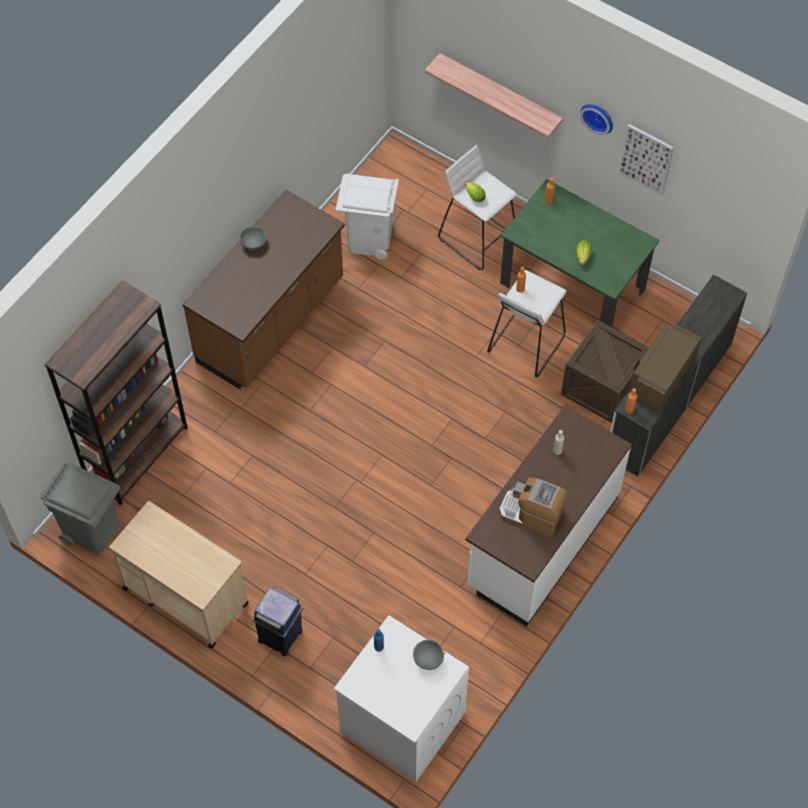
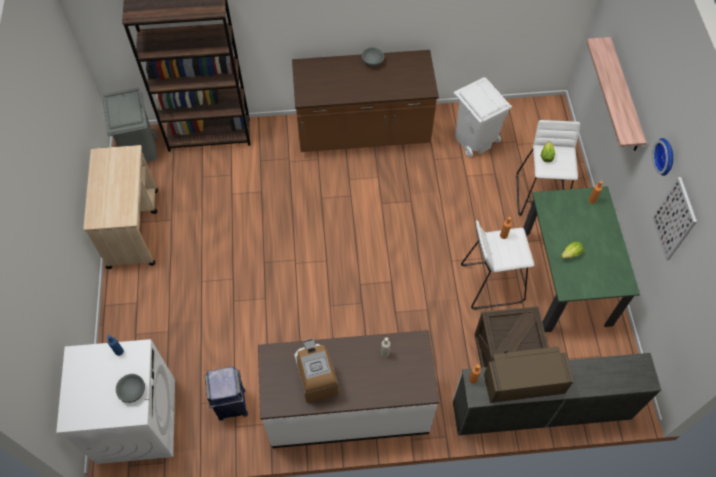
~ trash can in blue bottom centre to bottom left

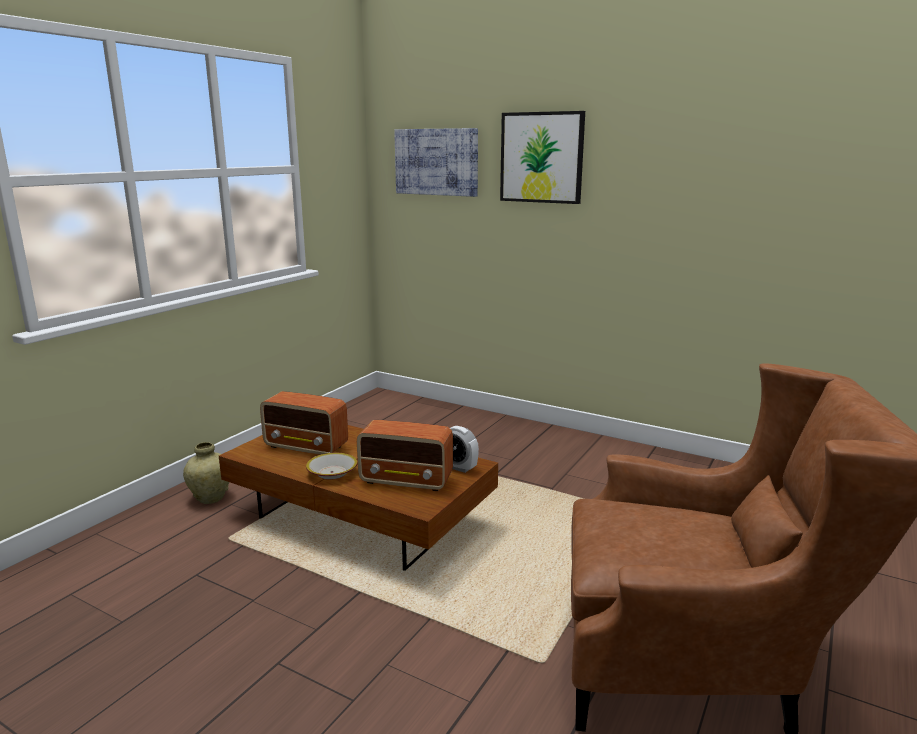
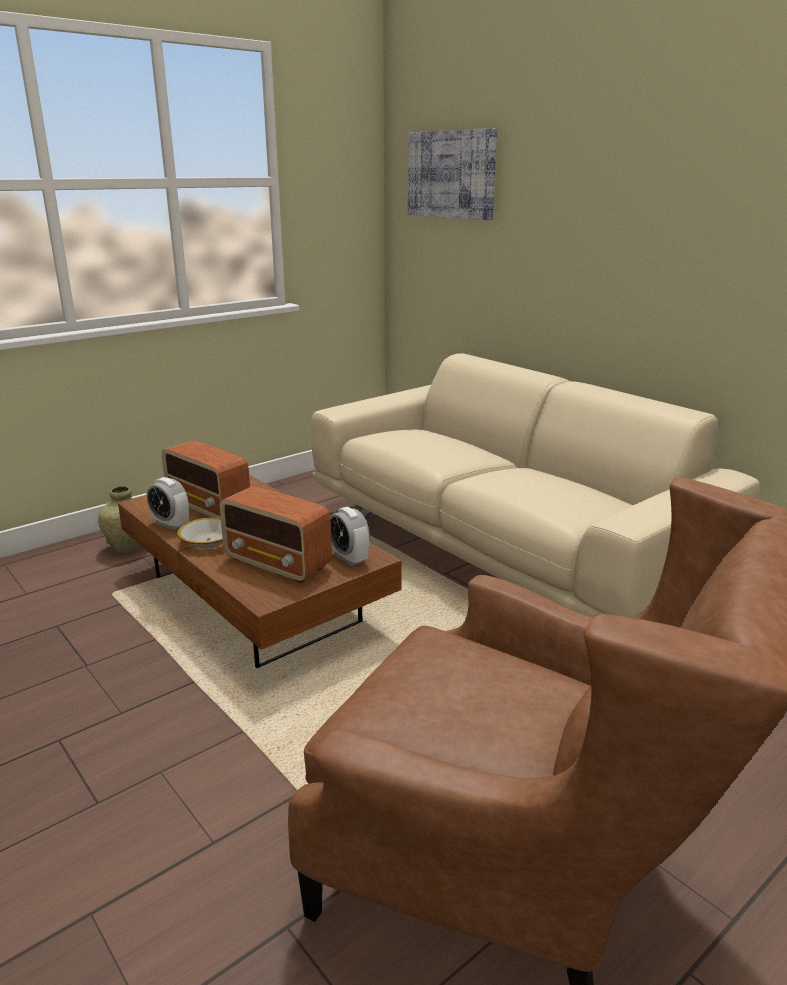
+ alarm clock (1st from left) middle left
+ sofa in beige middle right
- picture (2nd from left) top centre

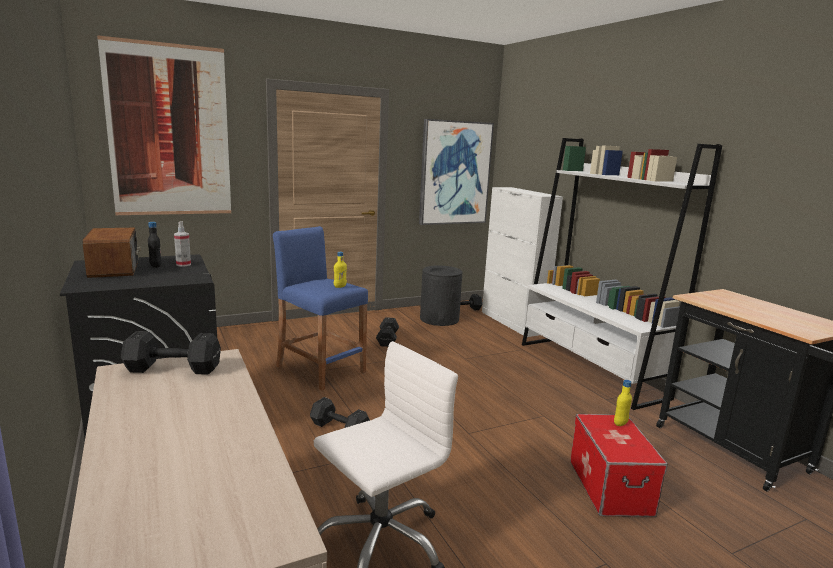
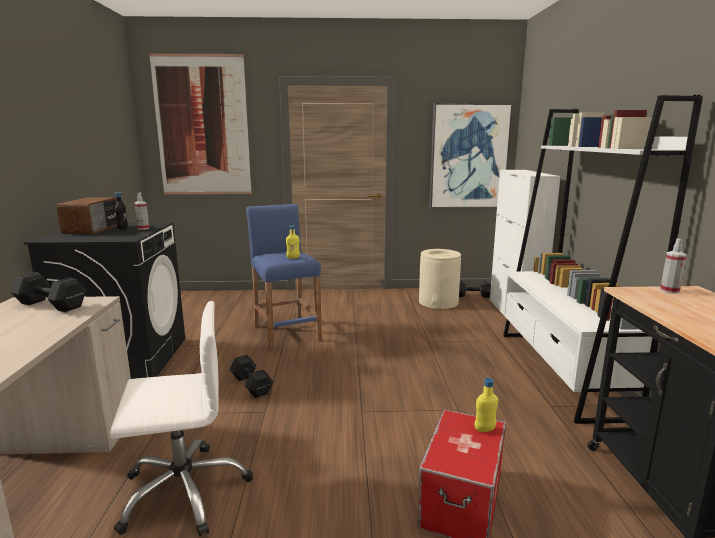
~ trash can in black centre to trash can in beige centre
+ spray bottle (2nd from left) middle right
- dumbbell in black (3rd from left) centre

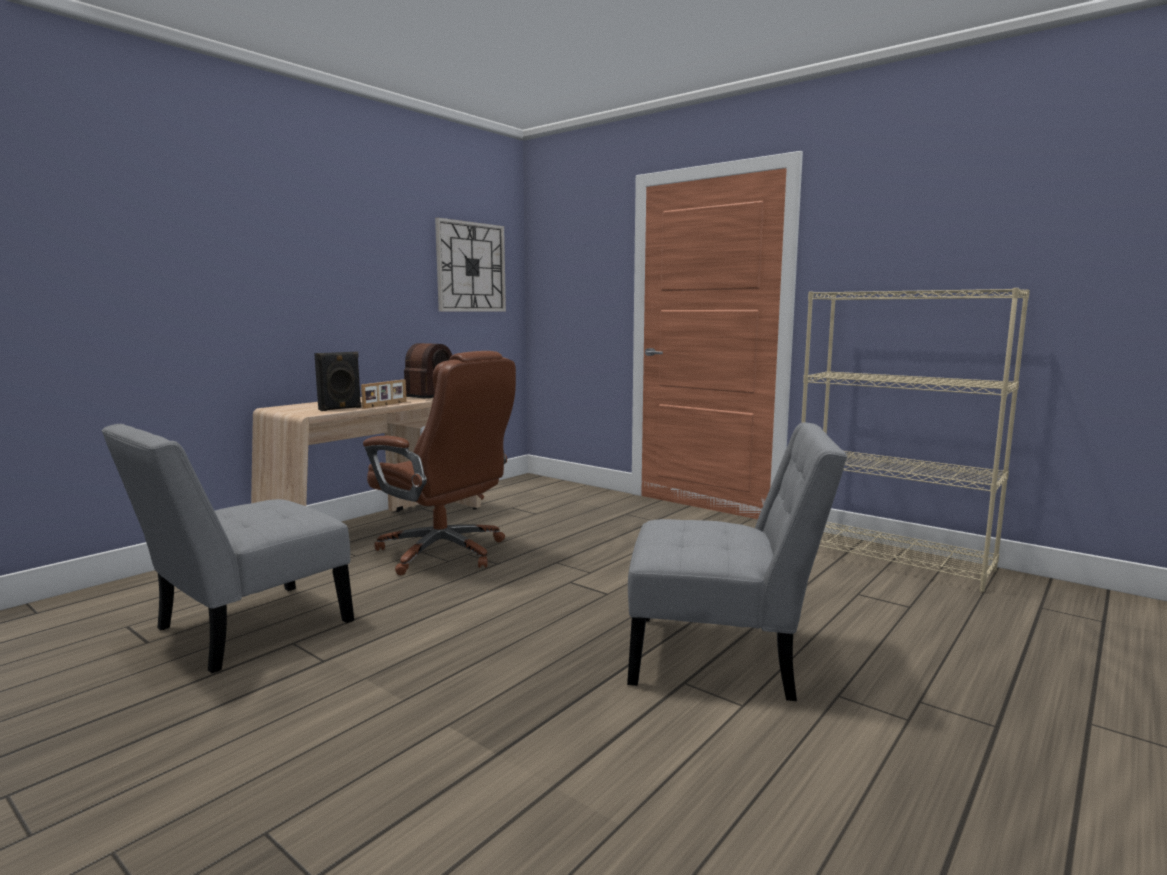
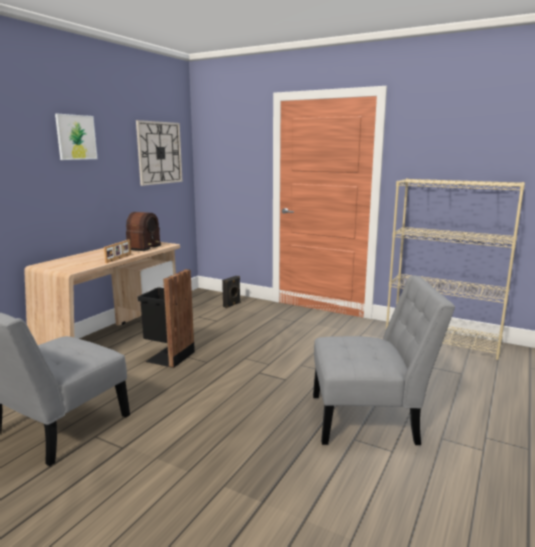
+ picture top left
~ office chair in brown centre to trash can in black middle left
~ speaker in black middle left to centre

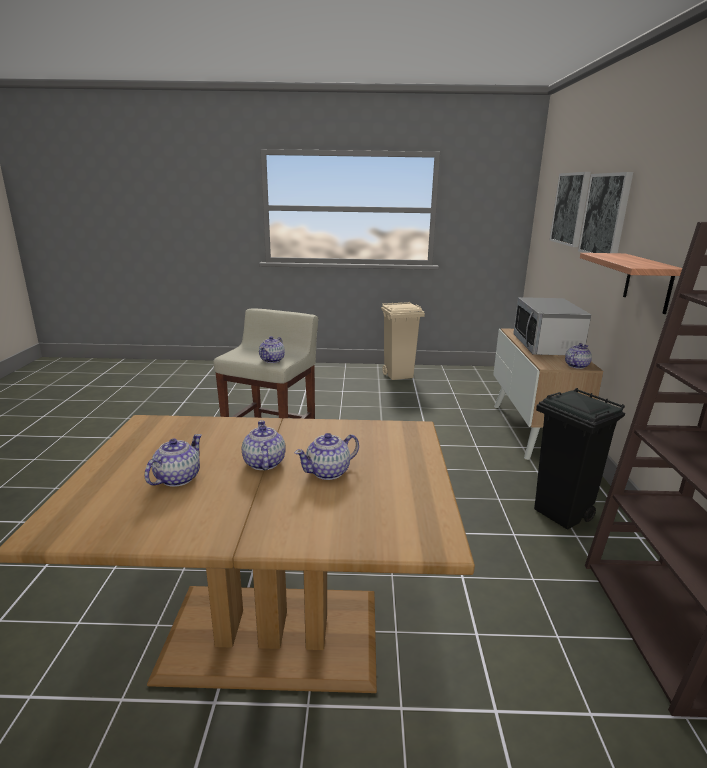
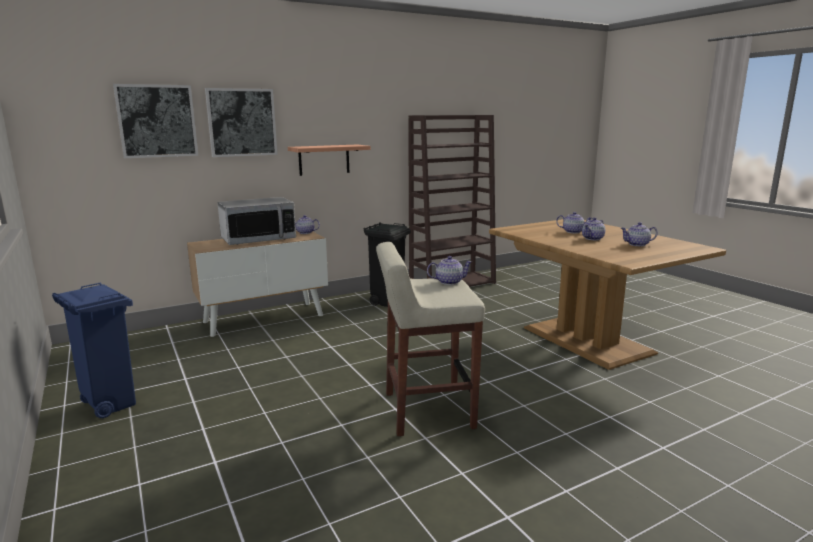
~ trash can in beige centre to trash can in blue middle left

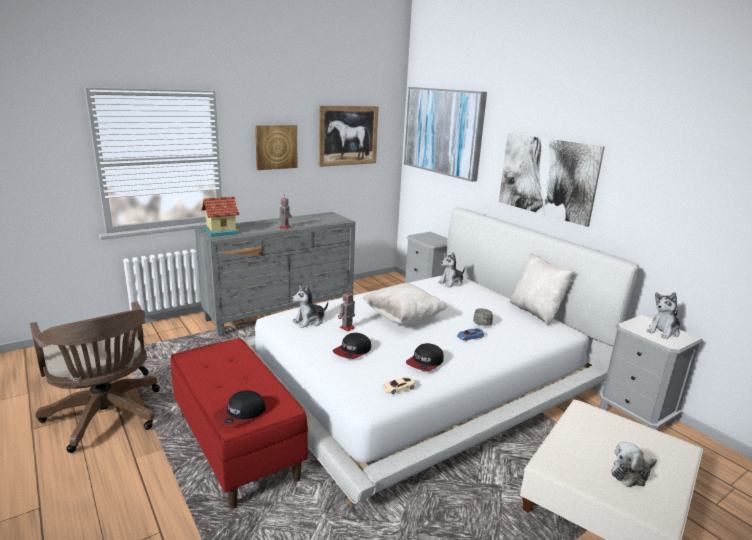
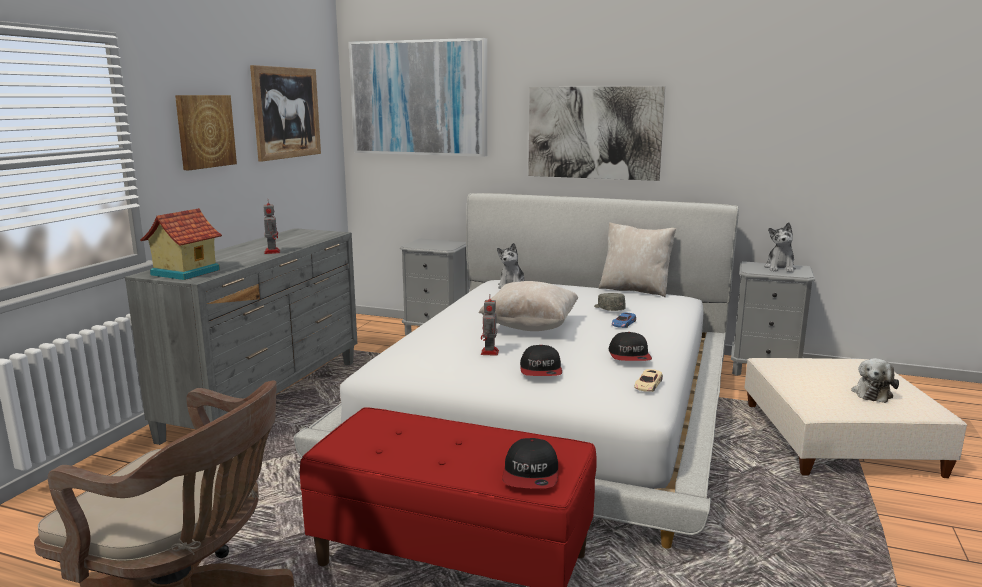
- plush toy (1st from left) centre

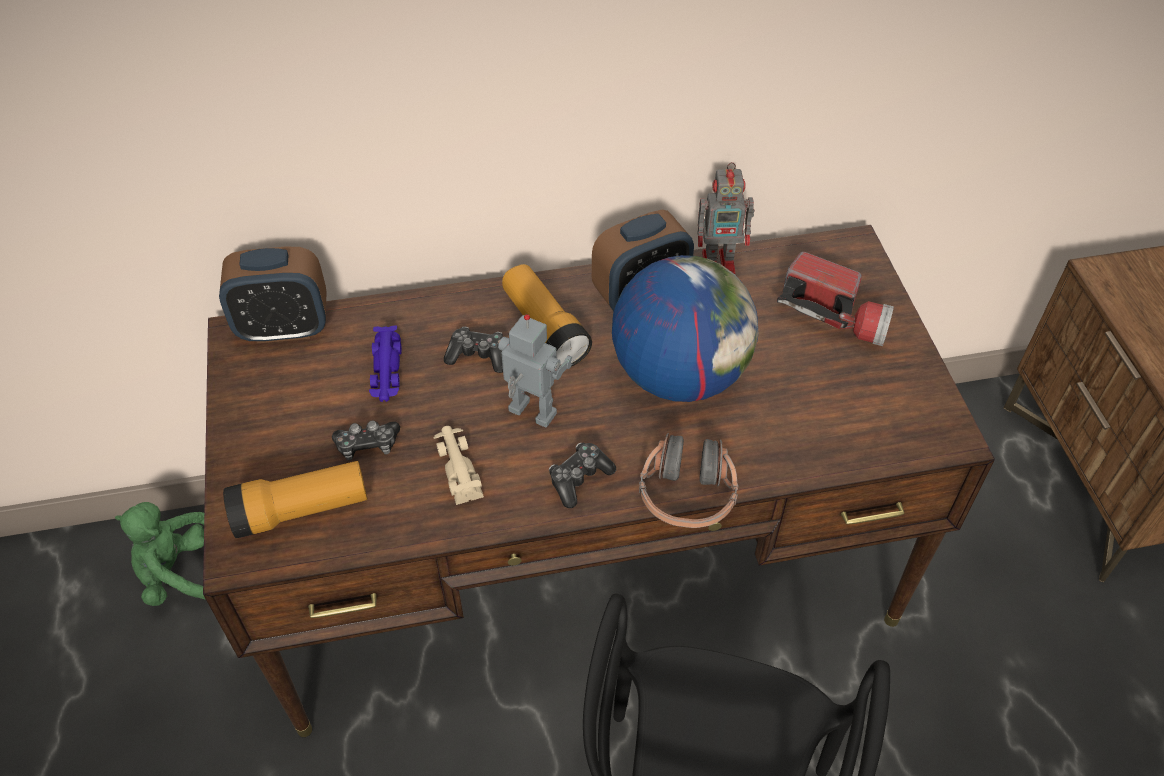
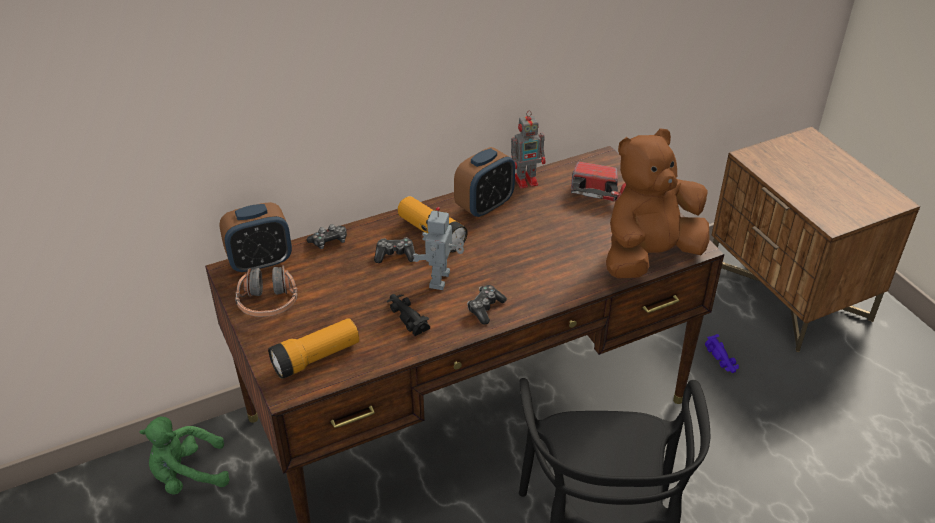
~ headphones centre to middle left
~ game controller (1st from left) middle left to centre
~ toy car in beige centre to toy car in black centre
~ toy robot (1st from left) centre = centre 90 degrees counterclockwise
+ plush toy in brown middle right
~ toy car in purple middle left to bottom right
- globe centre

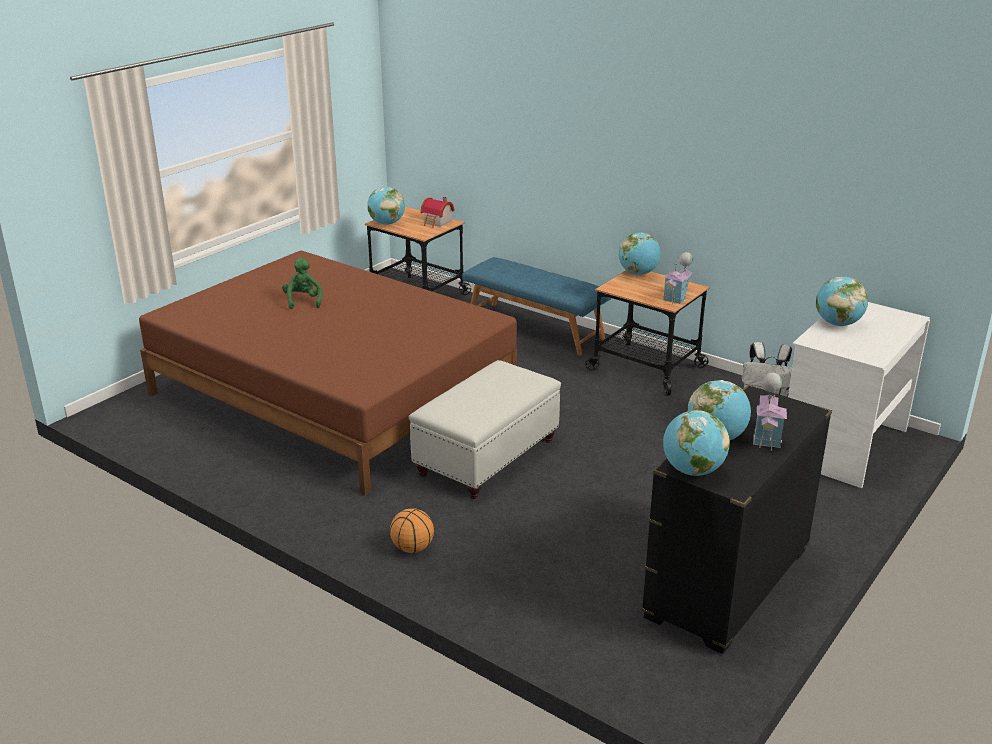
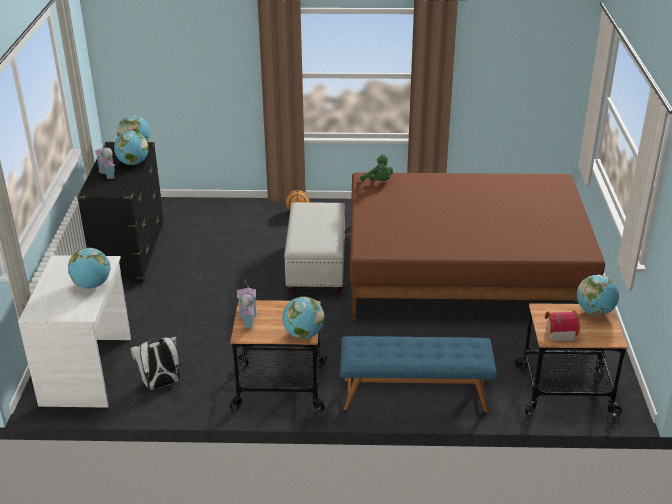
~ plush toy in green middle left to top centre

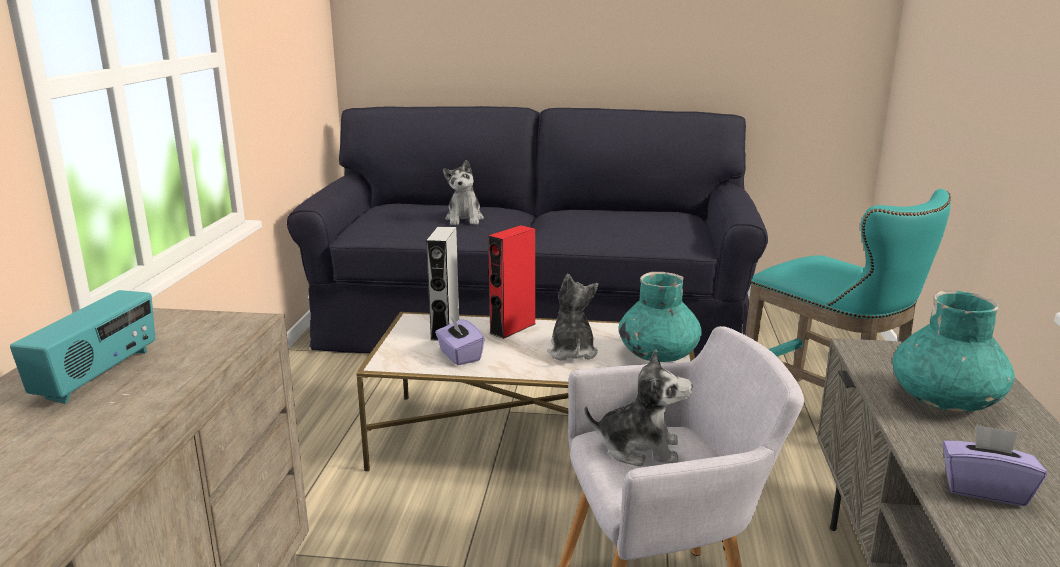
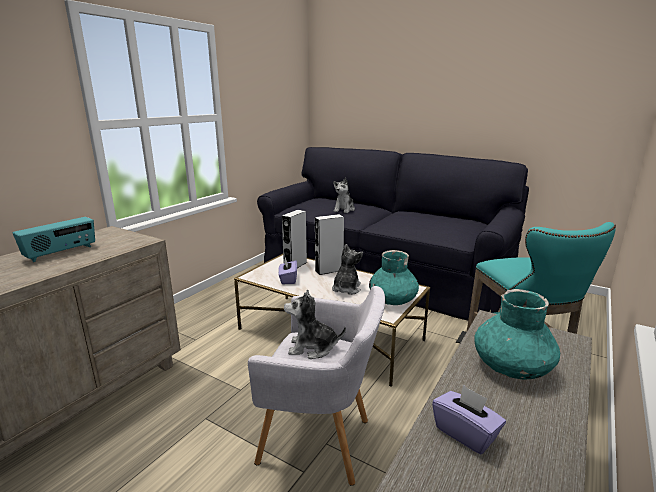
~ plush toy (3rd from left in the first image) bottom centre = centre 150 degrees clockwise
~ speaker in red centre to speaker in grey (2nd from left) centre

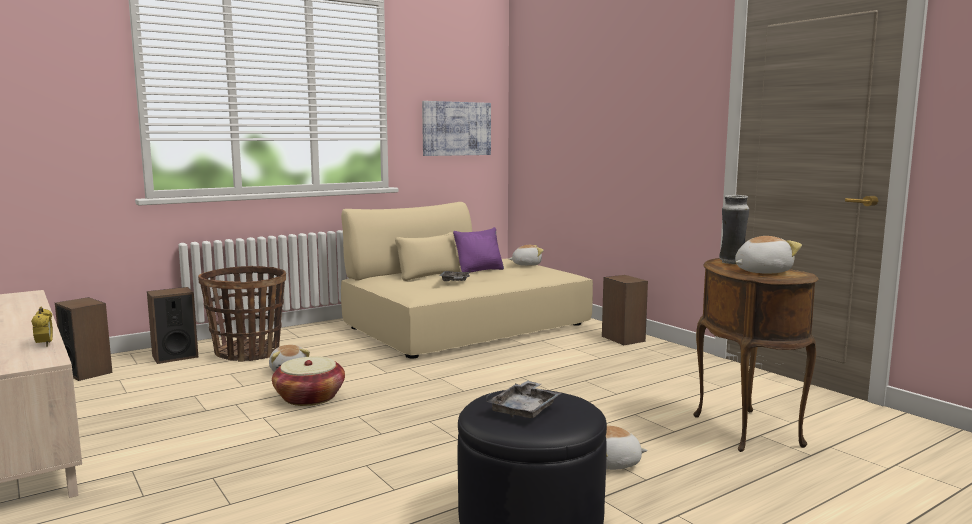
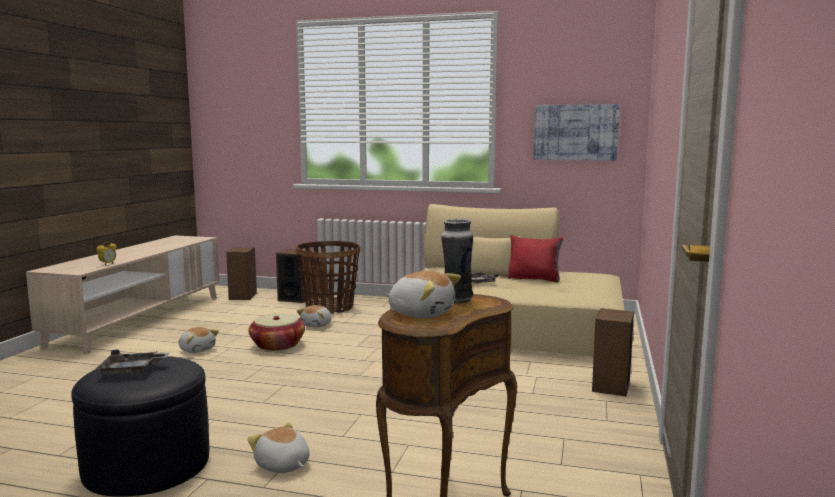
~ plush toy (2nd from left in the first image) centre to plush toy (1st from left) bottom left
~ pillow in purple centre to pillow in red centre

